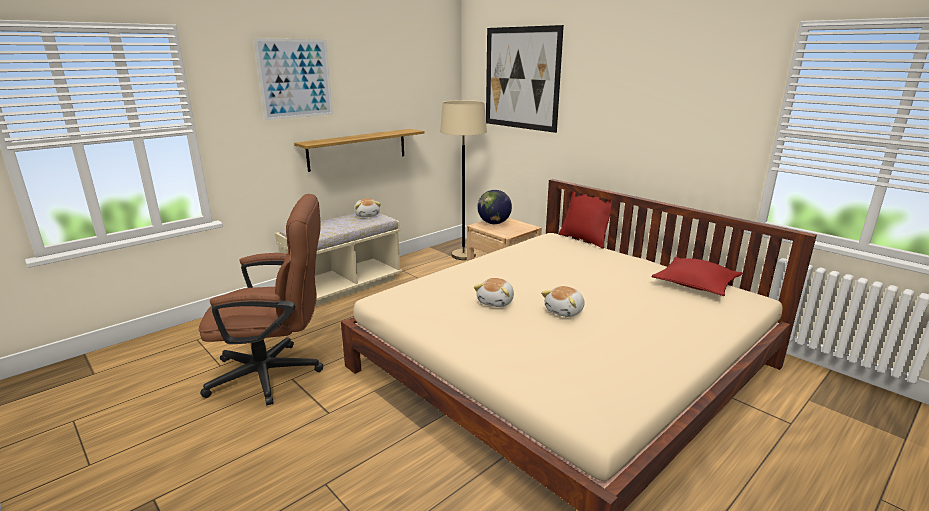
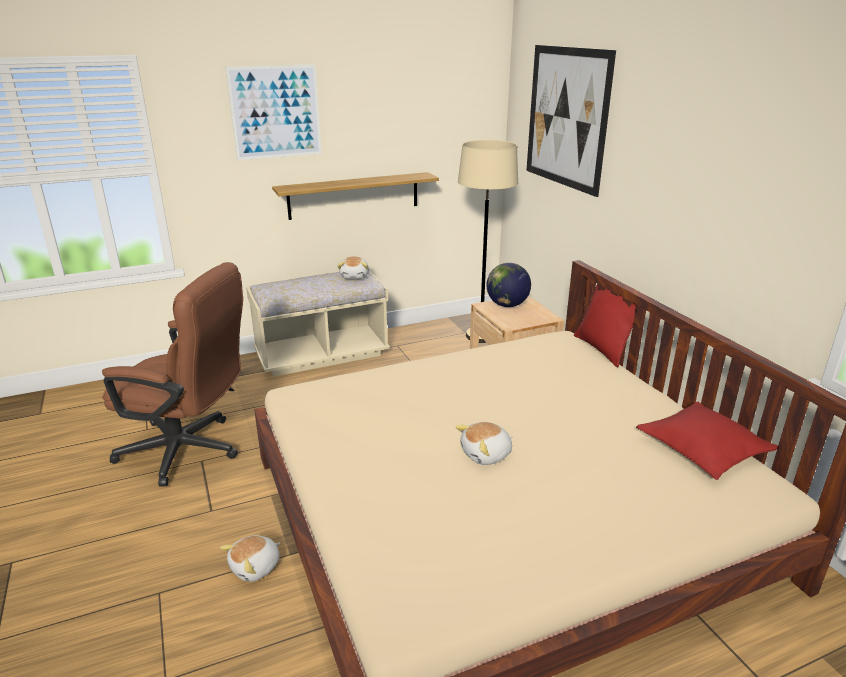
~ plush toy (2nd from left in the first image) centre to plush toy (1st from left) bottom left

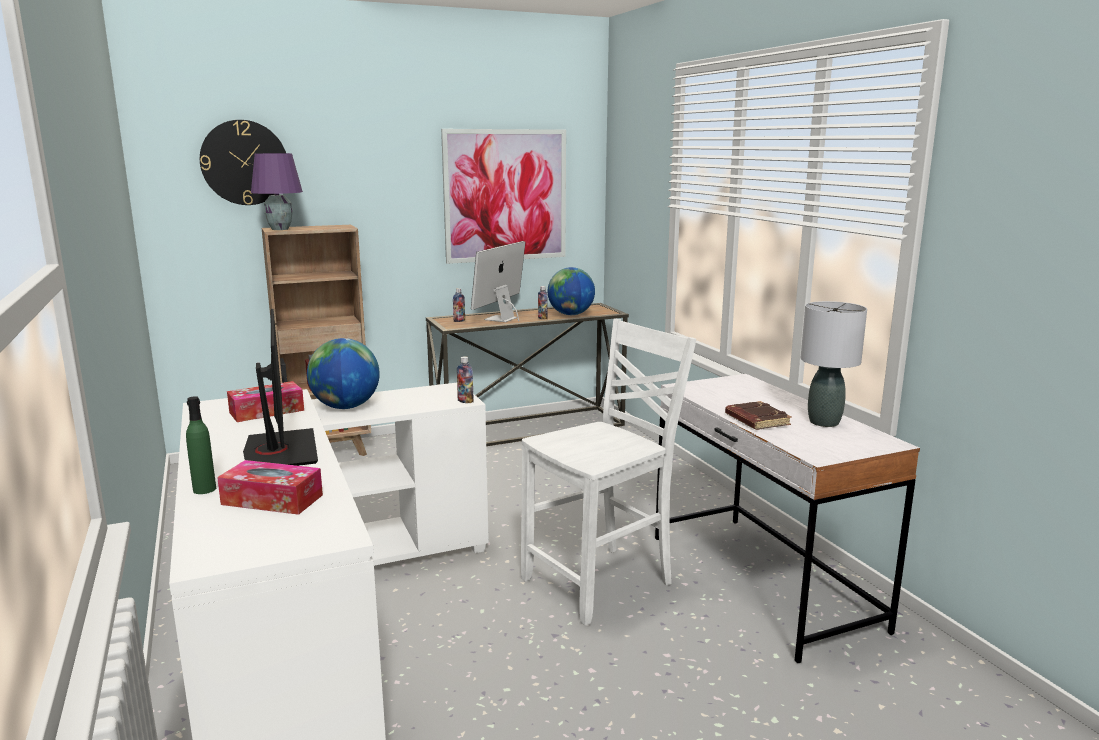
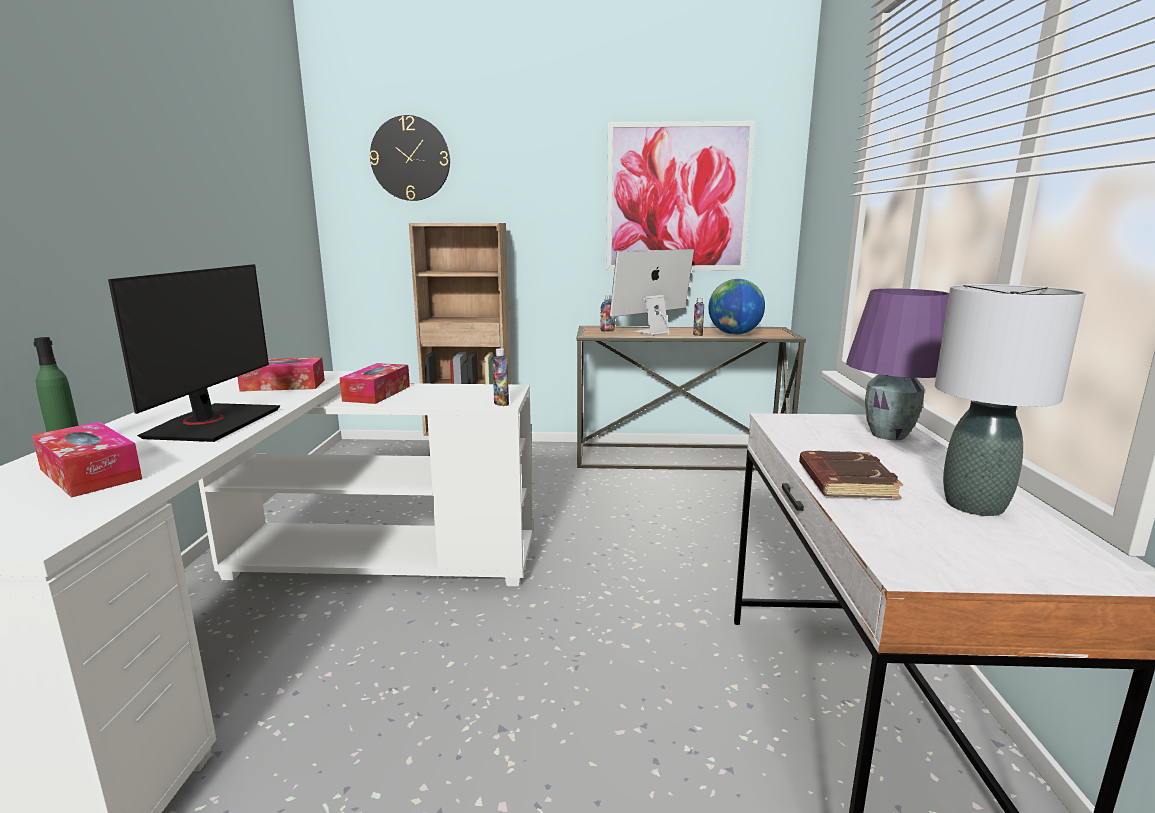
~ globe (1st from left) middle left to tissue box (3rd from left) middle left
~ table lamp in purple top left to middle right
- chair in white centre

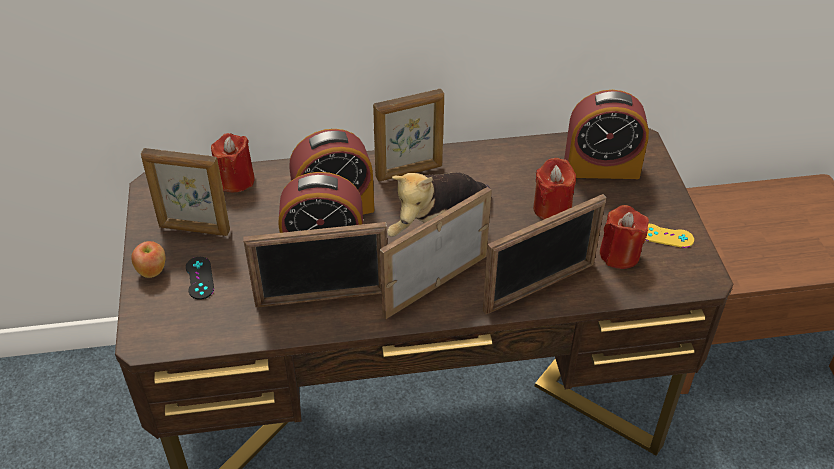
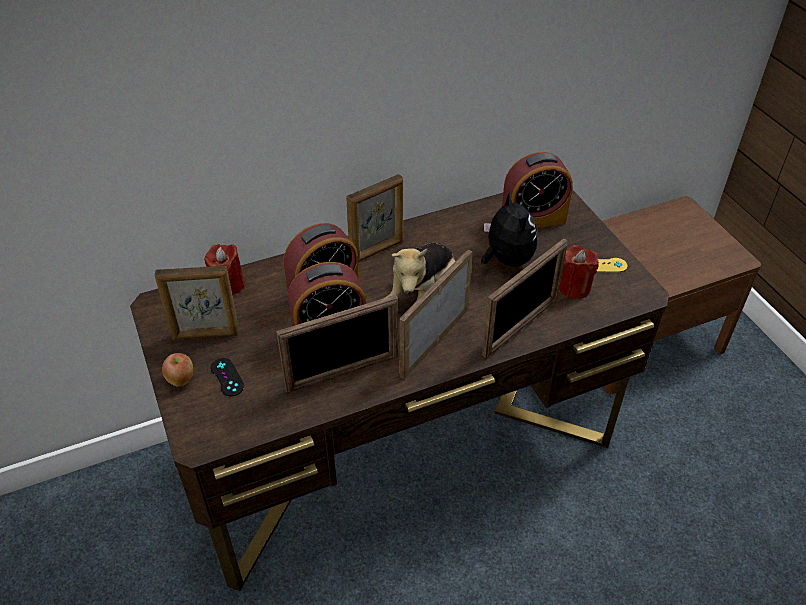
~ candle in red (2nd from left) centre to plush toy (2nd from left) centre

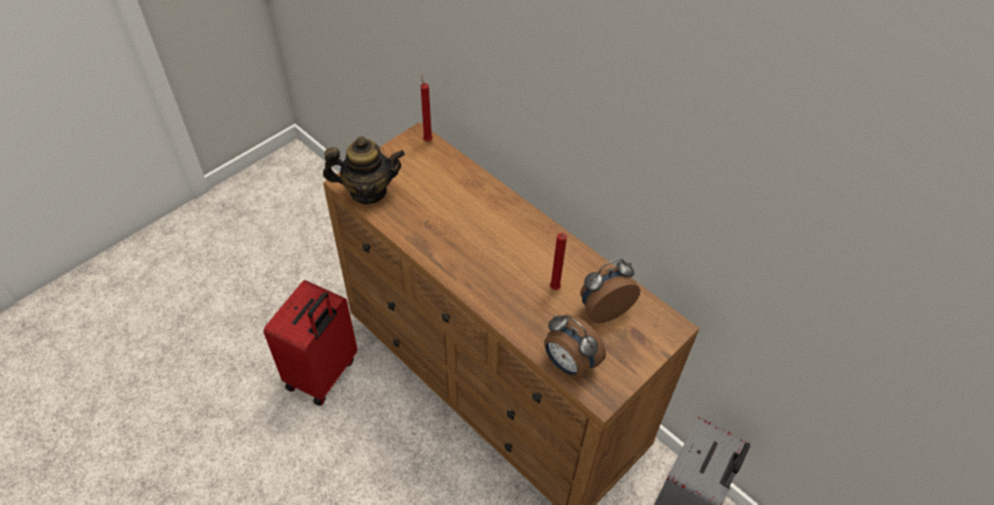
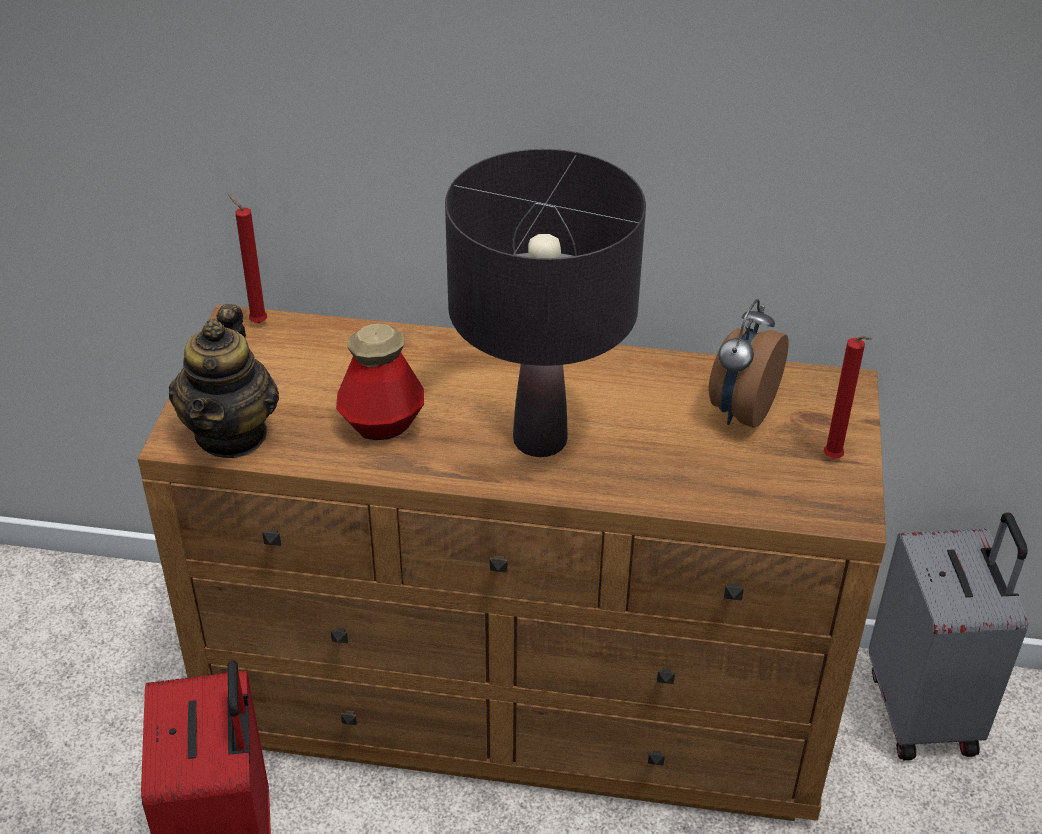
~ teapot centre = middle left 135 degrees clockwise
+ bottle centre
+ table lamp in black centre
~ candle in red (2nd from left) centre to middle right
- alarm clock (1st from left) bottom centre

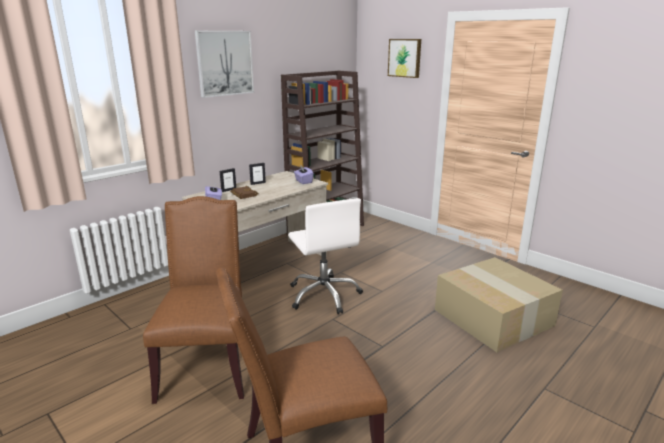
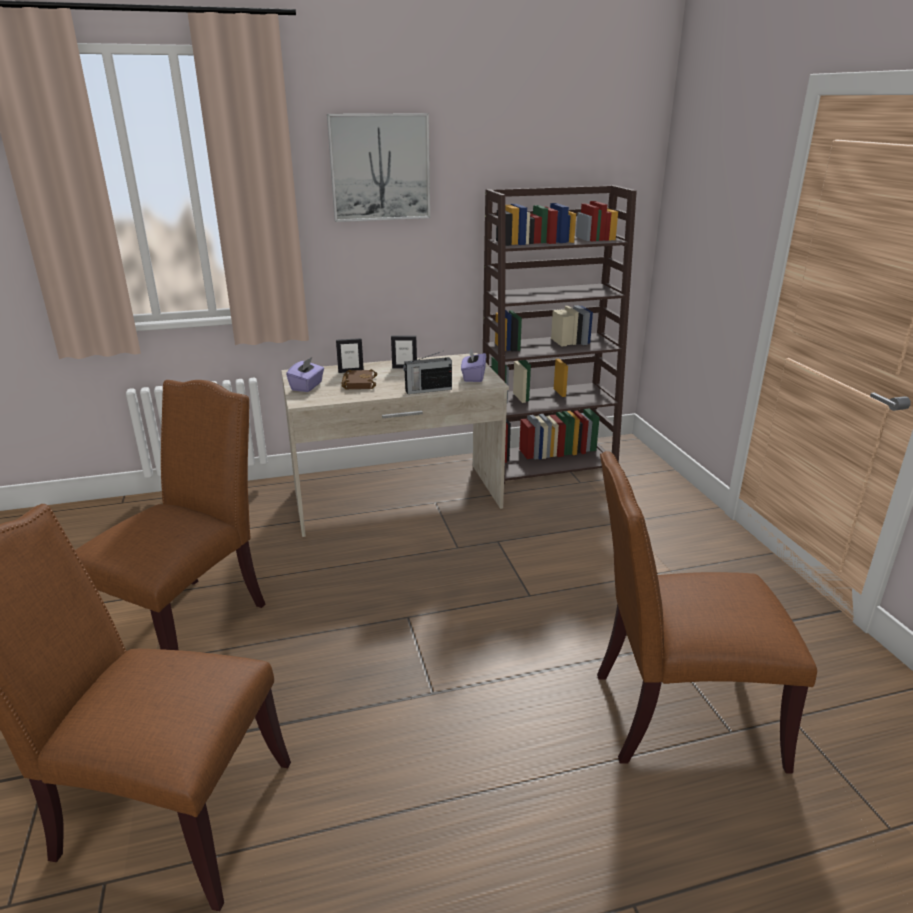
+ radio centre
~ cardboard box bottom right to chair in brown (3rd from left) bottom right
- office chair in white centre
- picture (2nd from left) top centre

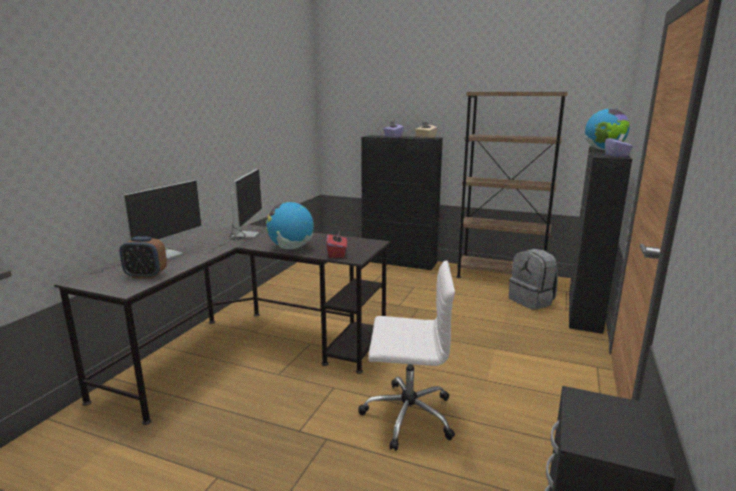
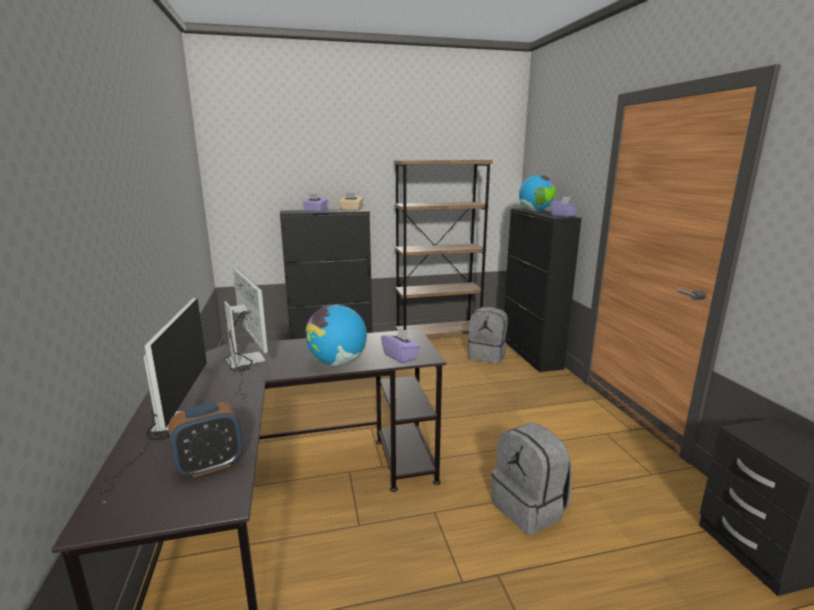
~ tissue box in red centre to tissue box in purple (2nd from left) centre
~ office chair in white bottom centre to backpack in grey (2nd from left) bottom centre

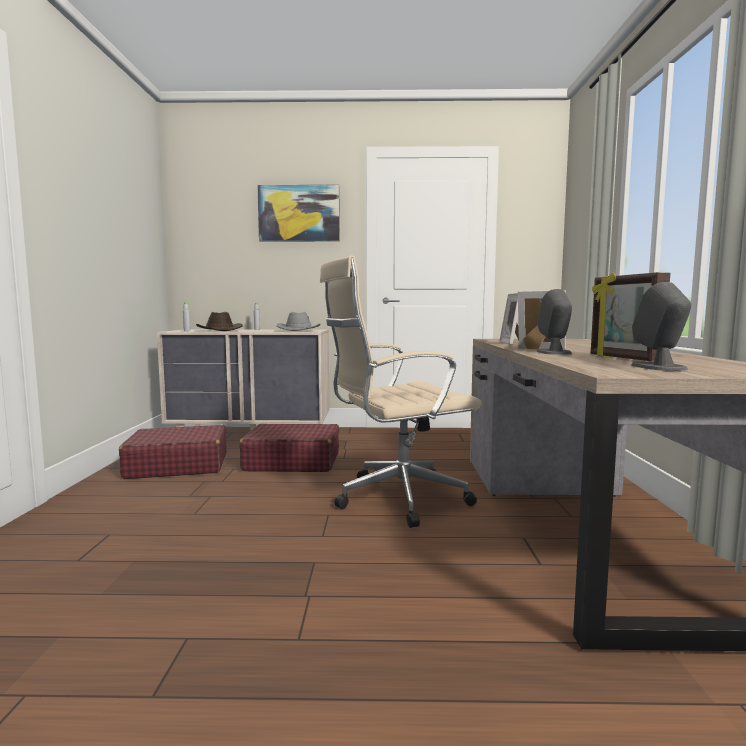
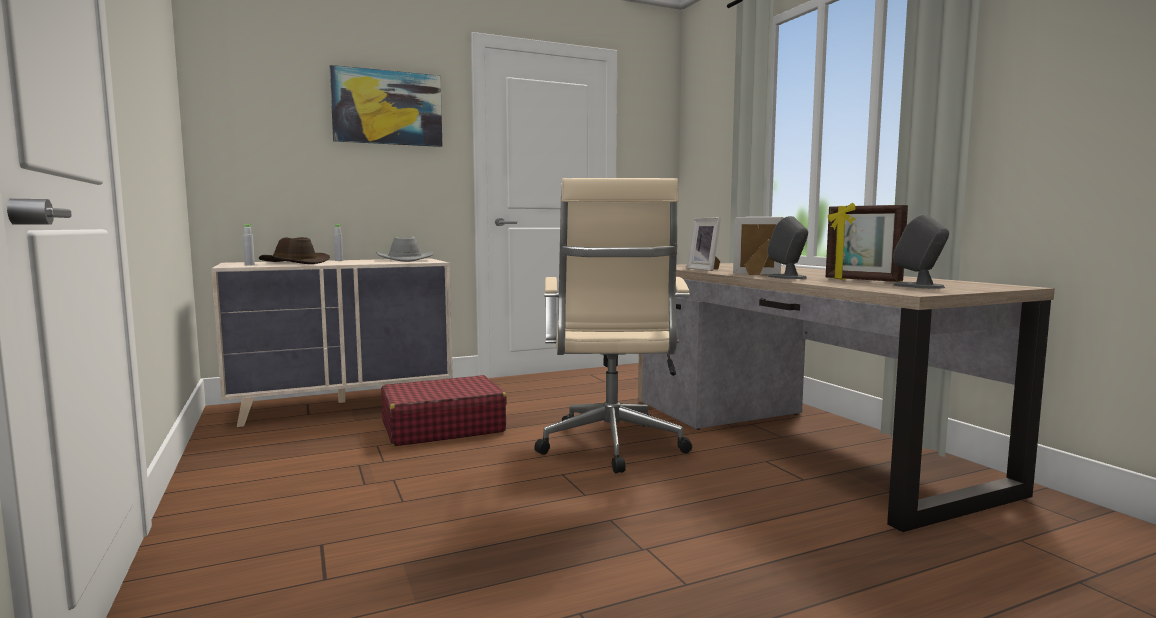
~ office chair in beige centre = centre 45 degrees counterclockwise
- suitcase in red (1st from left) middle left

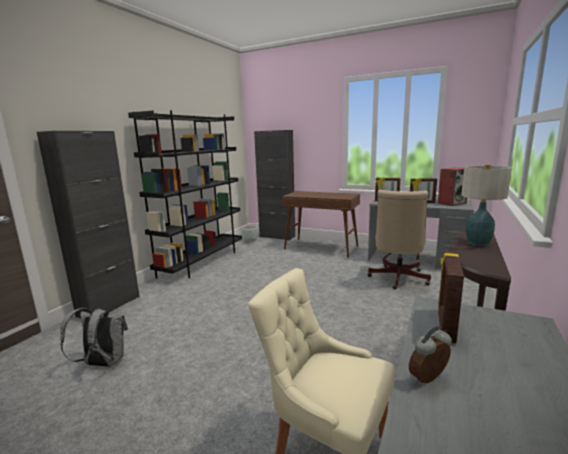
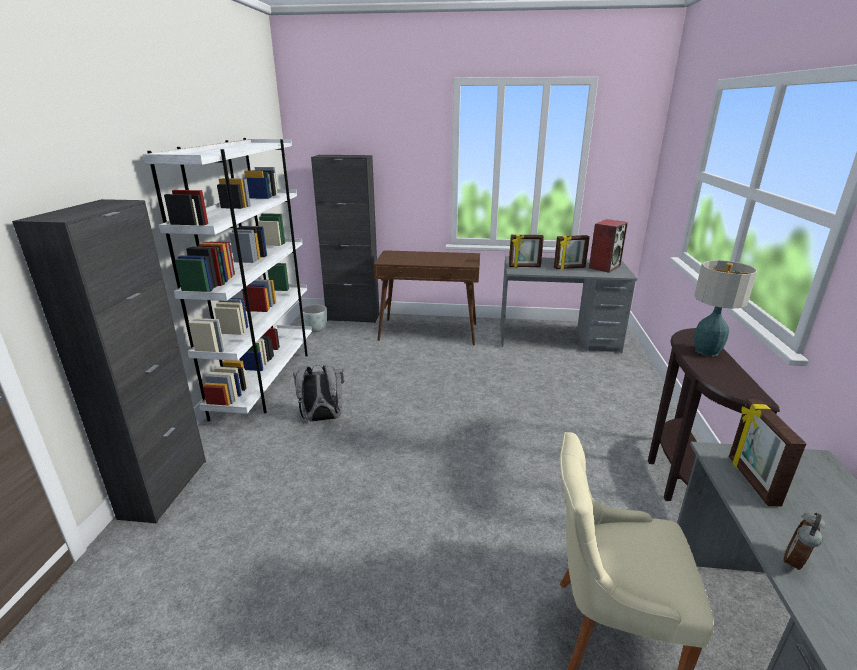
~ bookcase in black middle left to bookcase in white middle left
~ backpack in grey bottom left to centre
- office chair in beige middle right

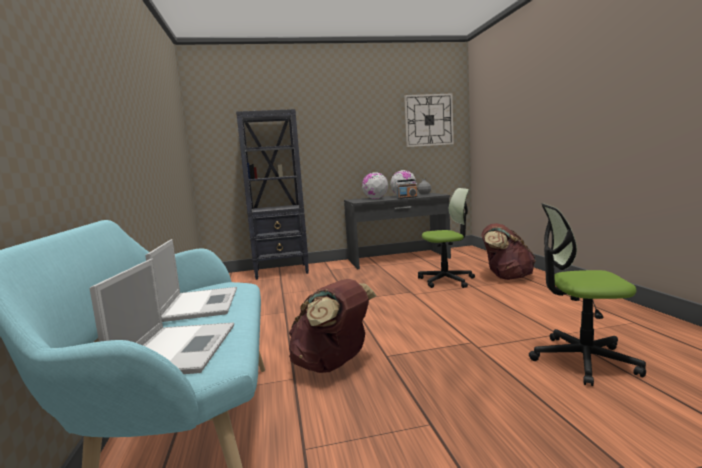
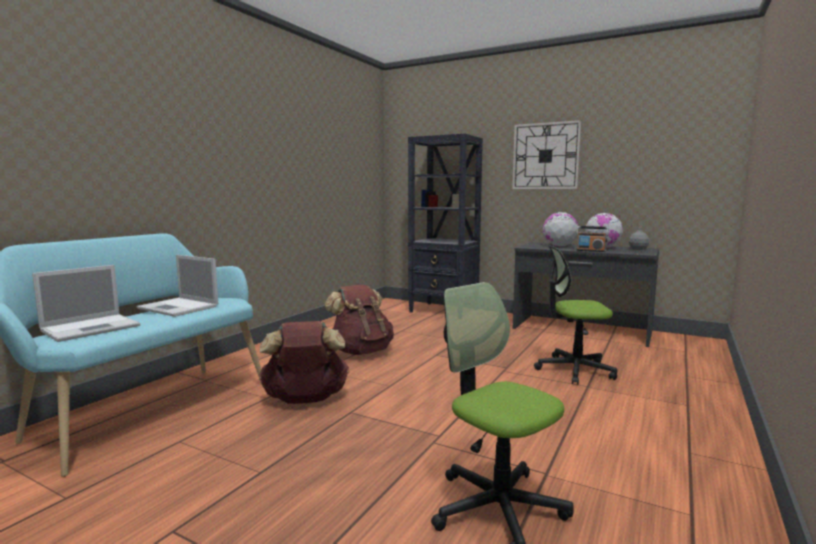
~ laptop (2nd from left) middle left = middle left 90 degrees clockwise
~ backpack in brown (2nd from left) middle right to centre
~ wall clock top centre to top right
~ office chair (1st from left in the first image) centre = middle right 150 degrees clockwise

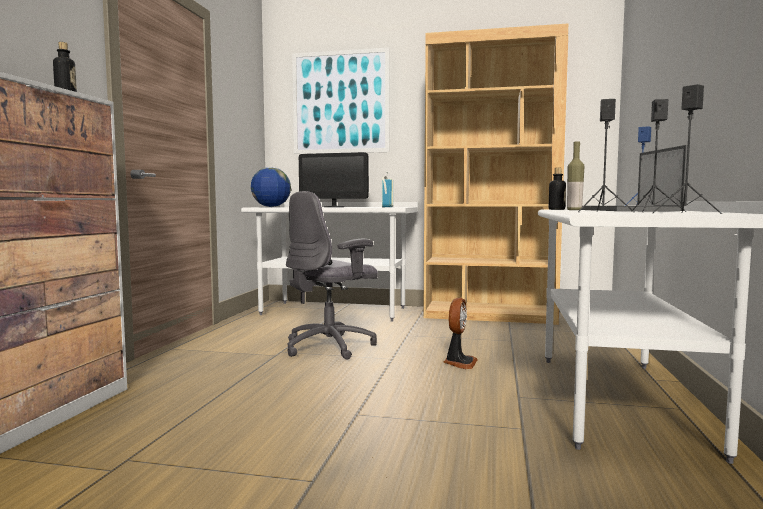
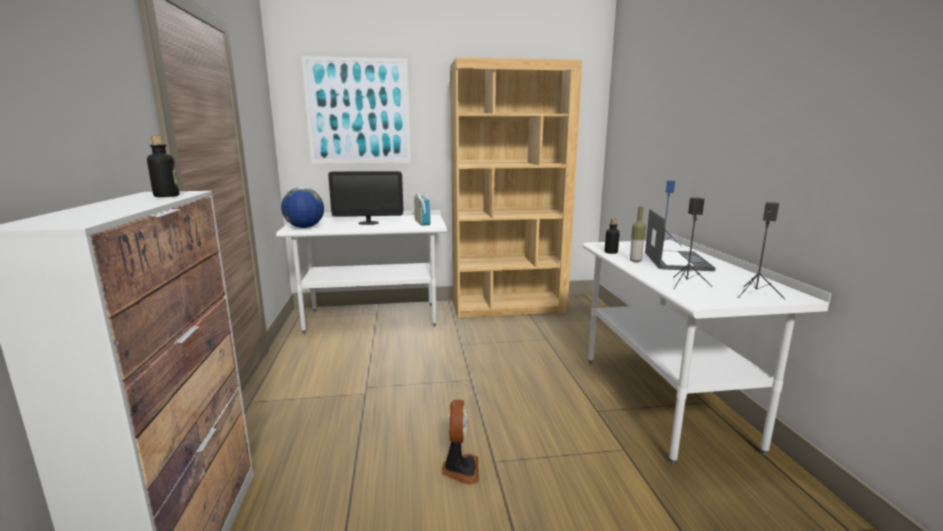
~ fan centre to bottom centre
~ laptop middle right = middle right 150 degrees counterclockwise
- office chair in grey centre
- speaker in black (2nd from left) top right

